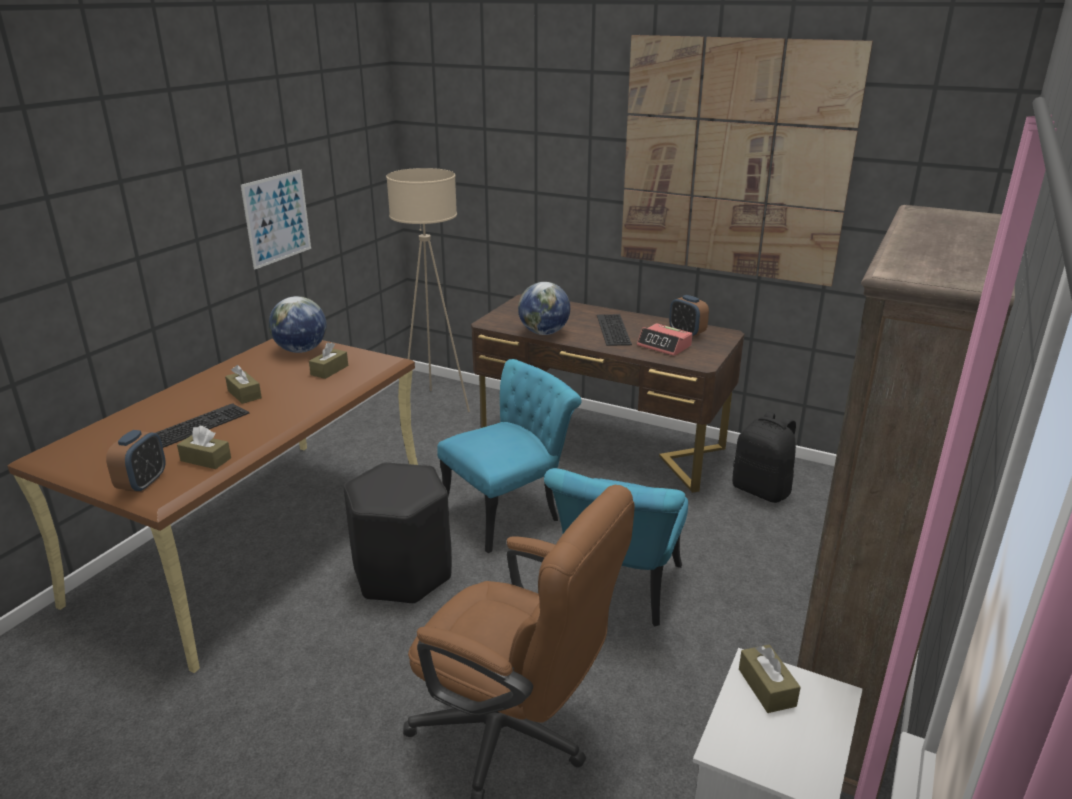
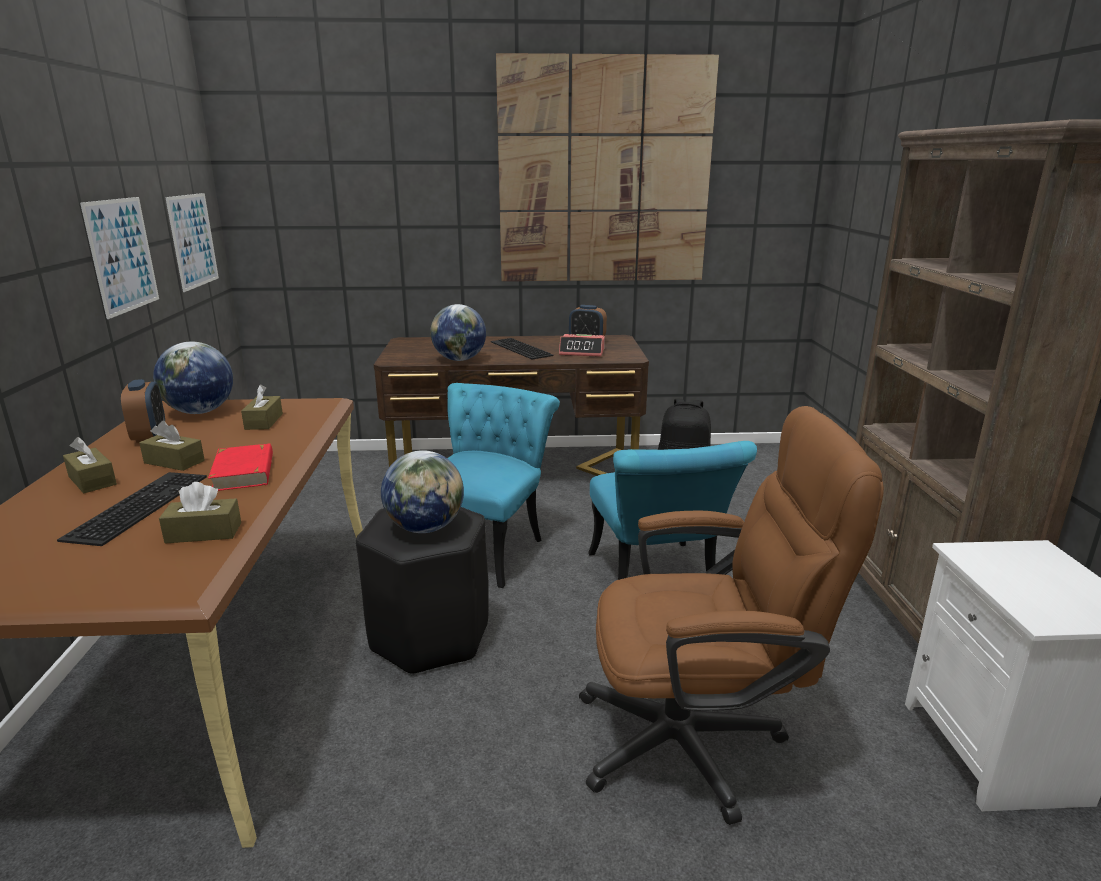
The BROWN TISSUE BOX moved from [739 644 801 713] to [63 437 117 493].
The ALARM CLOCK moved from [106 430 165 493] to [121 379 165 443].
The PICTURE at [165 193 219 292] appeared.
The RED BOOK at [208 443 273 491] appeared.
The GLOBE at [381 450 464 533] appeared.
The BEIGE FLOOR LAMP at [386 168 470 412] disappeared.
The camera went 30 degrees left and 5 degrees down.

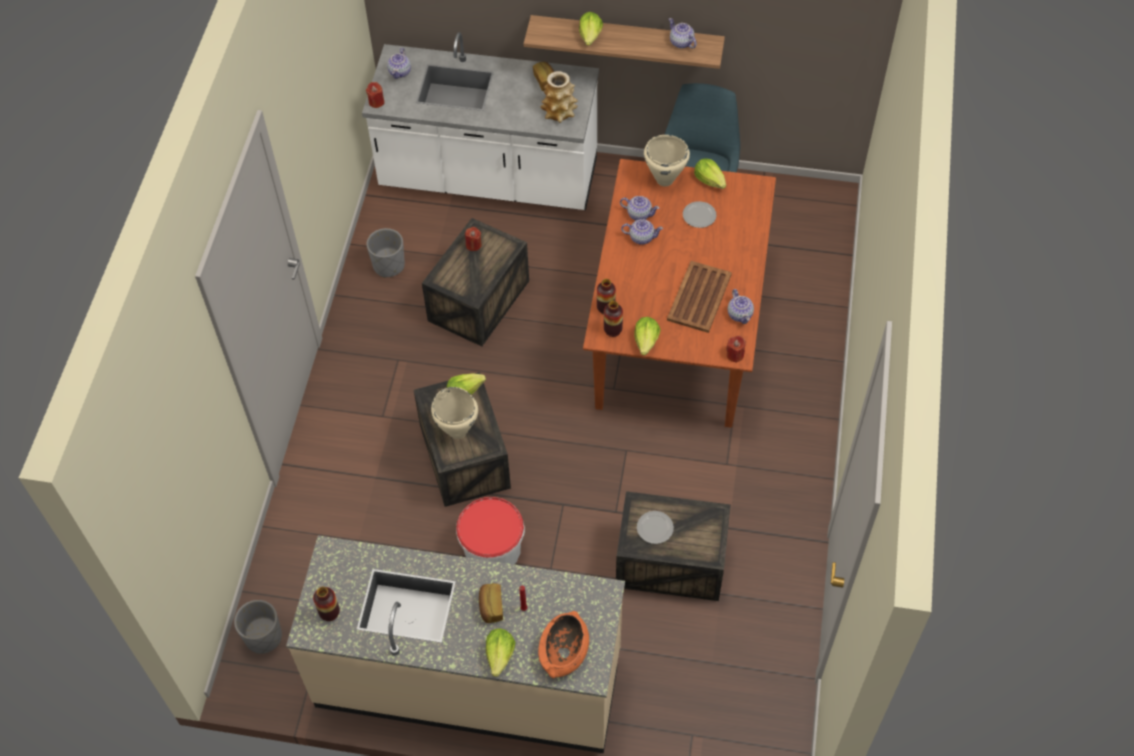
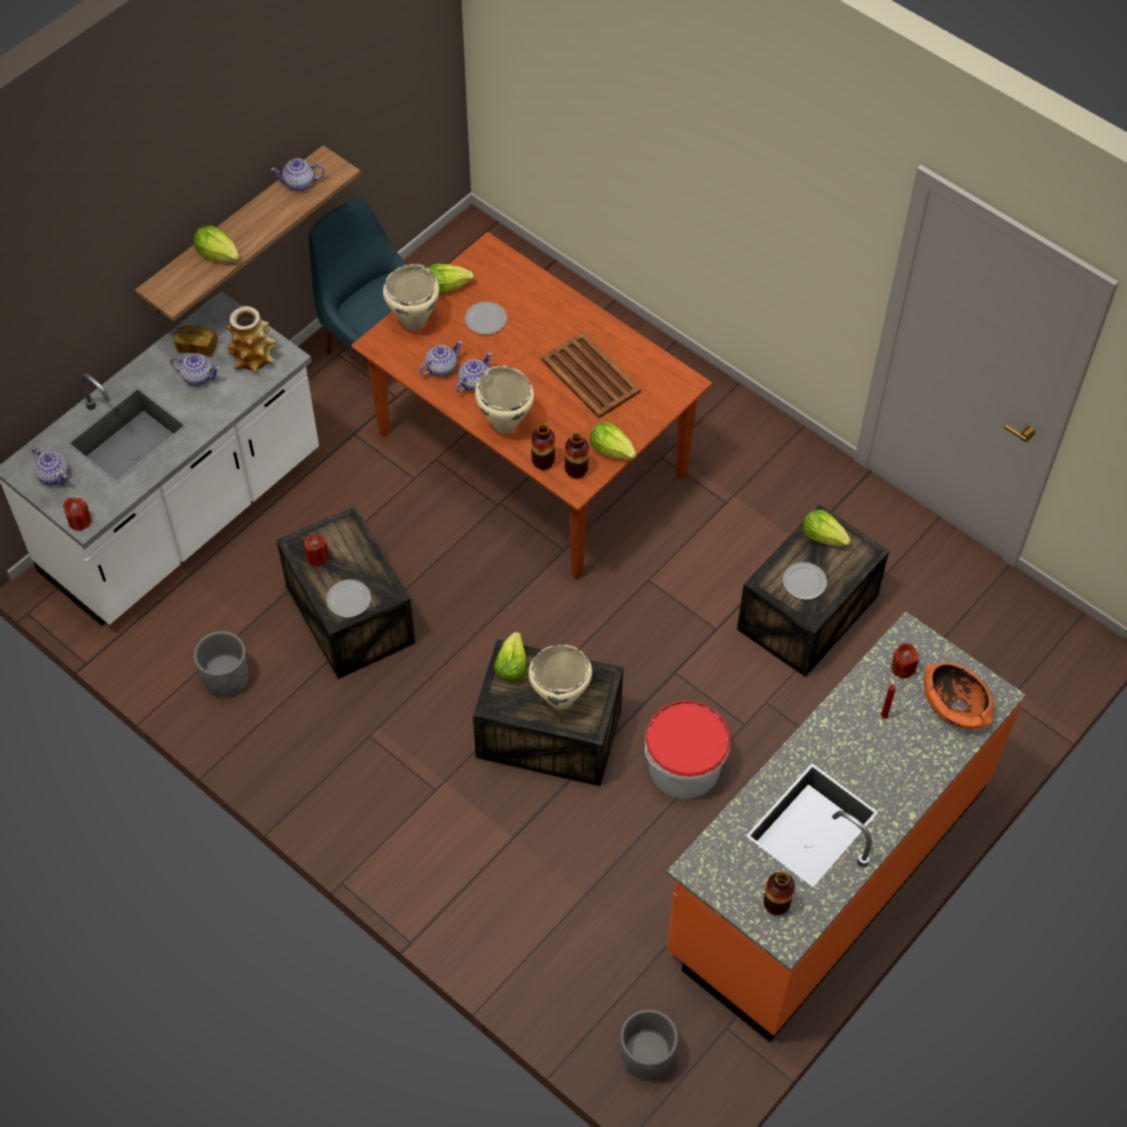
The TEAPOT moved from [728 289 754 324] to [170 354 220 386].
The PLATE at [326 580 371 617] appeared.
The BEIGE COOKING POT at [475 366 534 434] appeared.
The BEIGE COUNTER at [286 536 625 753] became the ORANGE COUNTER at [666 611 1026 1042].
The LETTUCE moved from [486 628 516 677] to [803 510 851 546].
The RED CANDLE moved from [726 336 745 363] to [891 643 919 678].
The BREAD at [479 583 503 623] disappeared.
The camera went 60 degrees left and 0 degrees up.

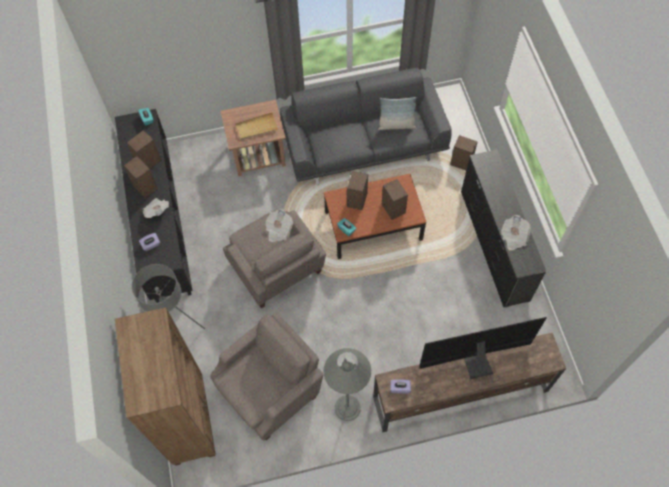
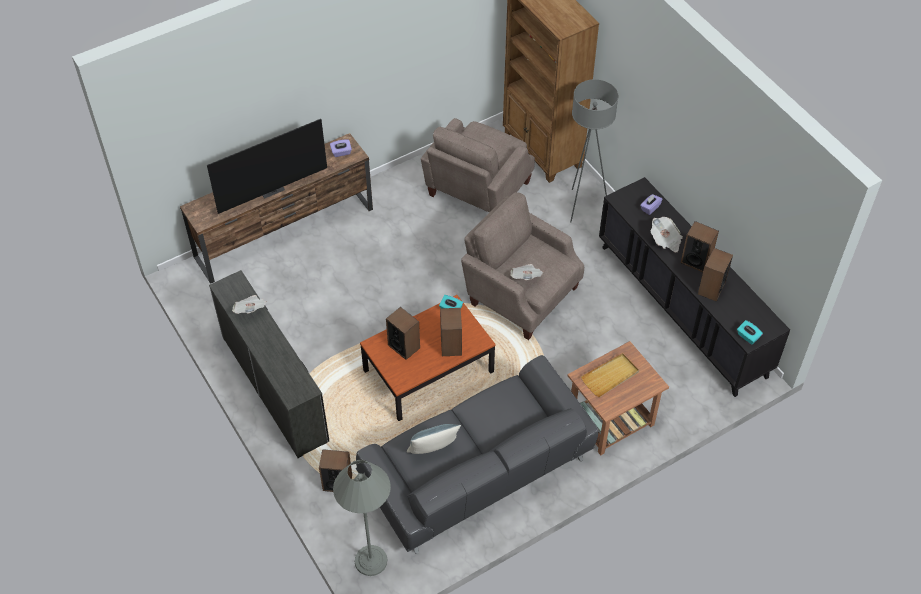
The GREY FLOOR LAMP moved from [324 348 371 421] to [333 460 391 576].
The camera went 160 degrees right and 10 degrees down.

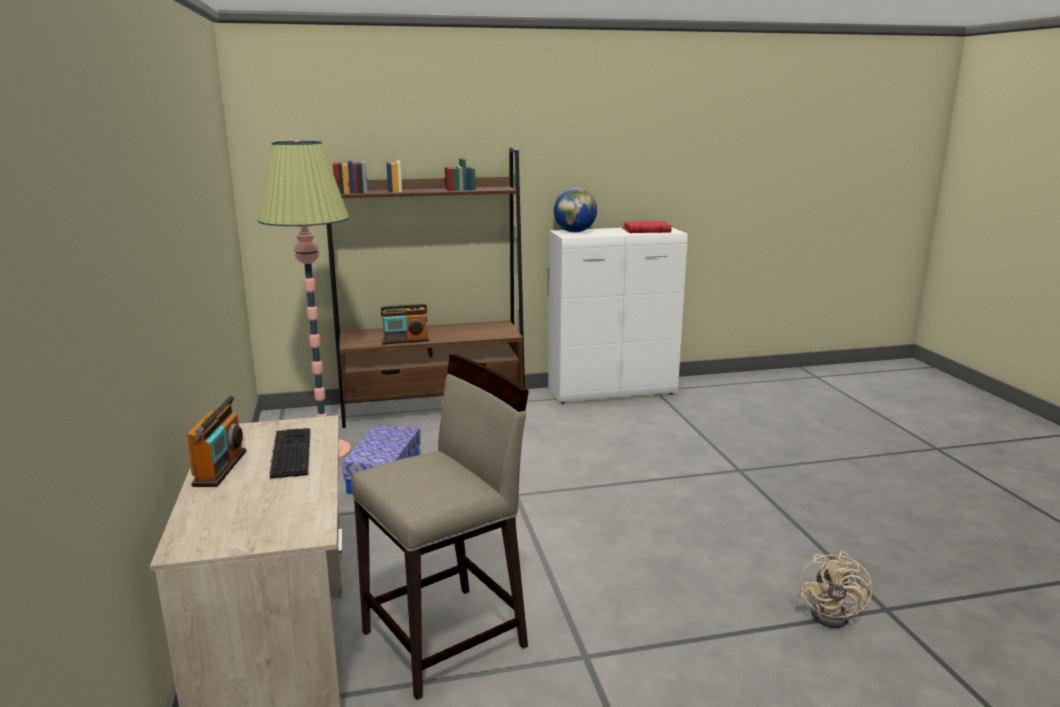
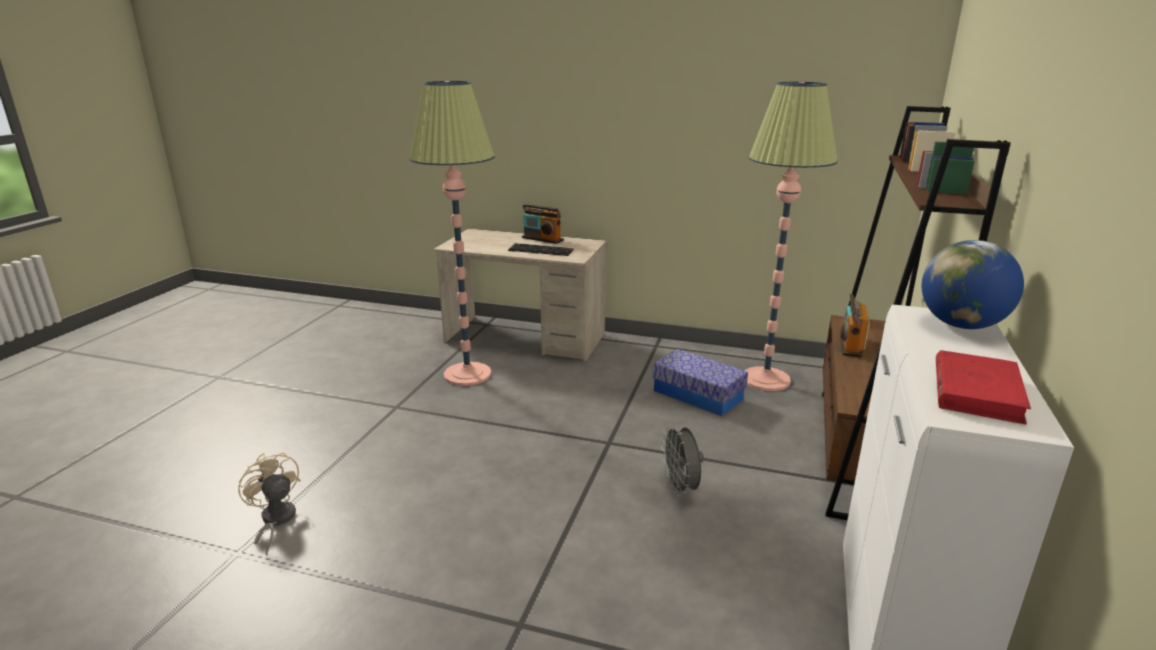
The BEIGE STOOL at [351 354 529 700] was replaced by the FLOOR LAMP at [409 81 495 386].
The GREY FAN at [661 425 704 496] appeared.
The camera went 120 degrees right and 5 degrees up.

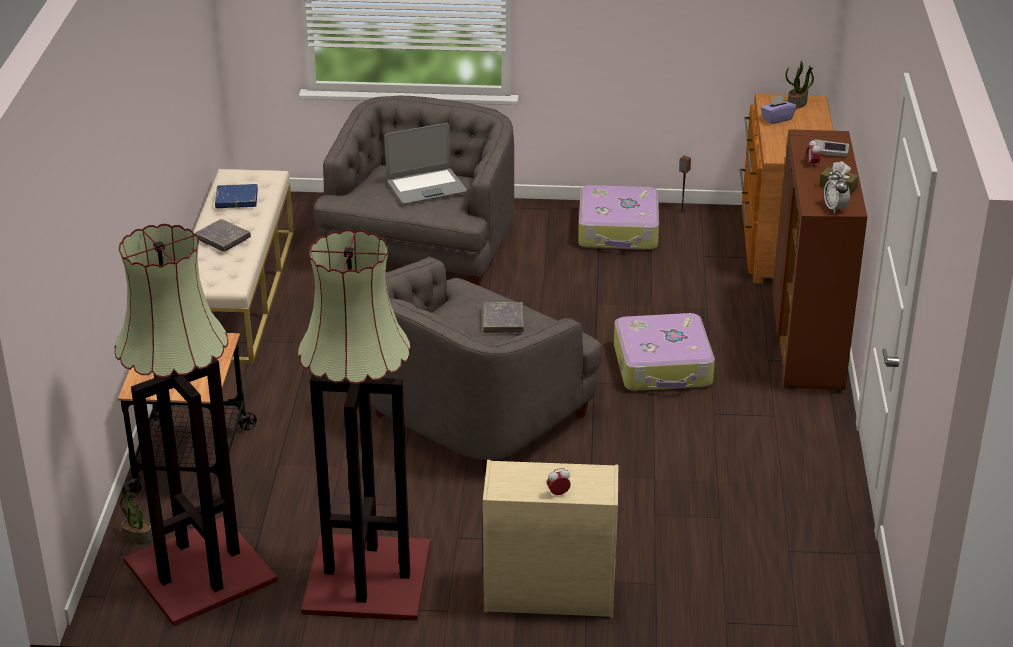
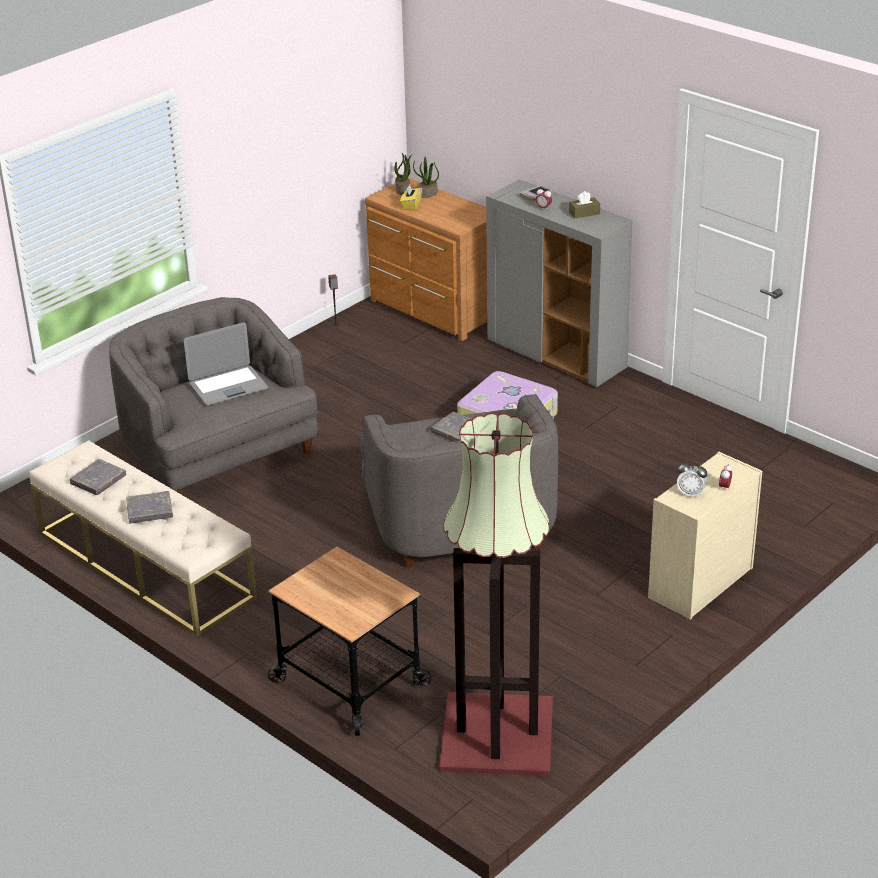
The BLUE BOOK at [215 184 258 208] became the GREY BOOK at [70 459 126 495].
The LAPTOP at [385 123 467 204] turned 45 degrees clockwise.
The PURPLE TISSUE BOX at [761 95 796 124] became the YELLOW TISSUE BOX at [400 185 422 211].
The POTTED PLANT moved from [120 489 153 545] to [413 157 439 198].
The BROWN CABINET at [772 129 867 391] became the GREY CABINET at [486 179 632 387].
The ALARM CLOCK moved from [824 170 850 213] to [677 461 707 498].
The FLOOR LAMP at [298 229 431 621] disappeared.
The SUITCASE at [578 185 659 250] disappeared.
The camera went 50 degrees left and 0 degrees up.

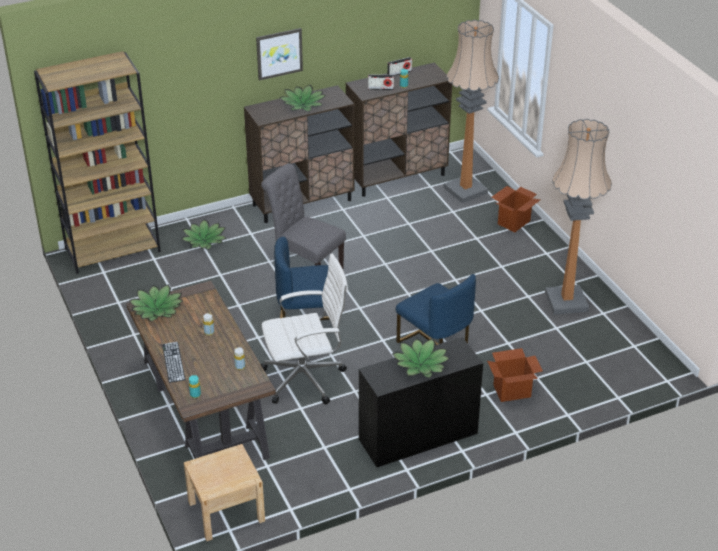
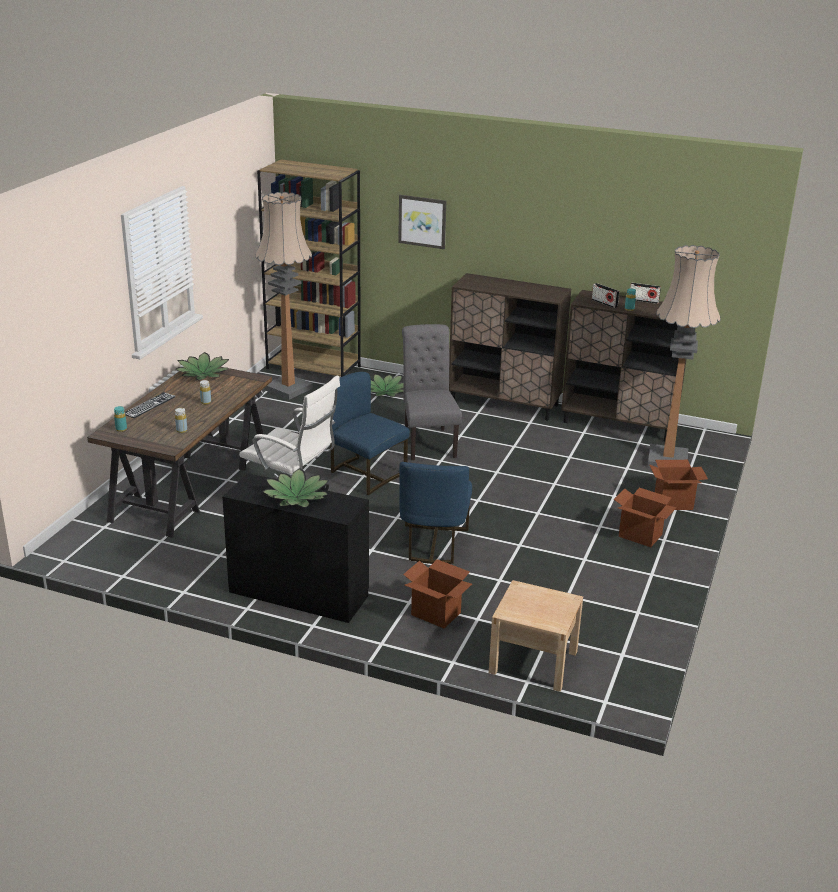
The FLOOR LAMP moved from [545 119 612 315] to [255 192 313 400].
The PICTURE moved from [256 28 303 80] to [398 195 447 249].
The BEIGE NIGHTSTAND moved from [184 444 265 541] to [489 580 583 692].
The CARDBOARD BOX at [614 488 677 547] appeared.
The POTTED PLANT at [280 85 326 112] disappeared.
The camera went 45 degrees right and 10 degrees down.

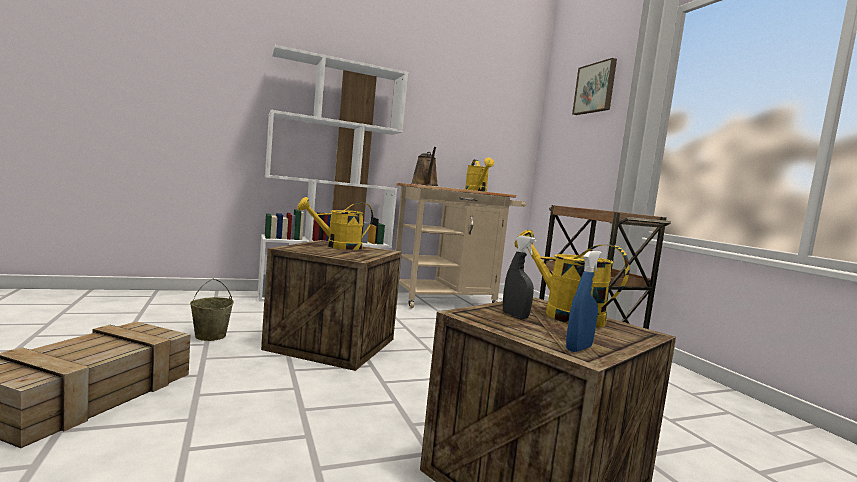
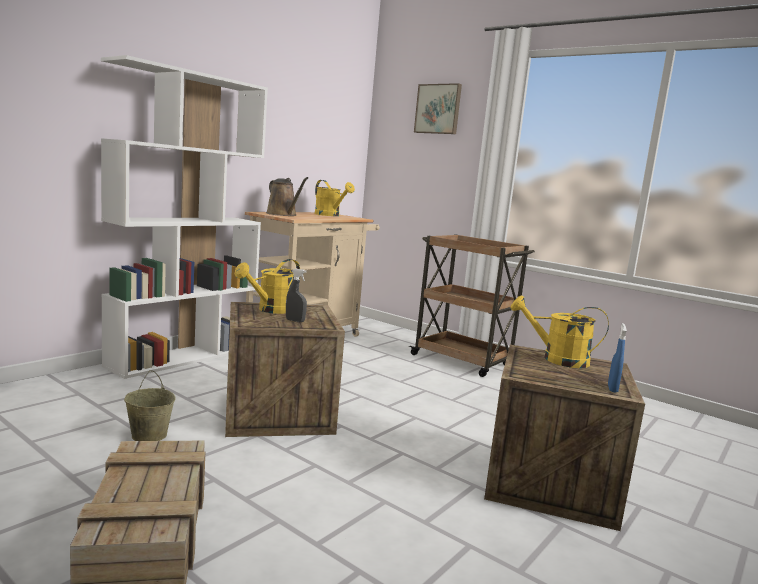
The GREY SPRAY BOTTLE moved from [503 235 537 319] to [286 269 307 322].
The camera went 30 degrees left and 5 degrees up.

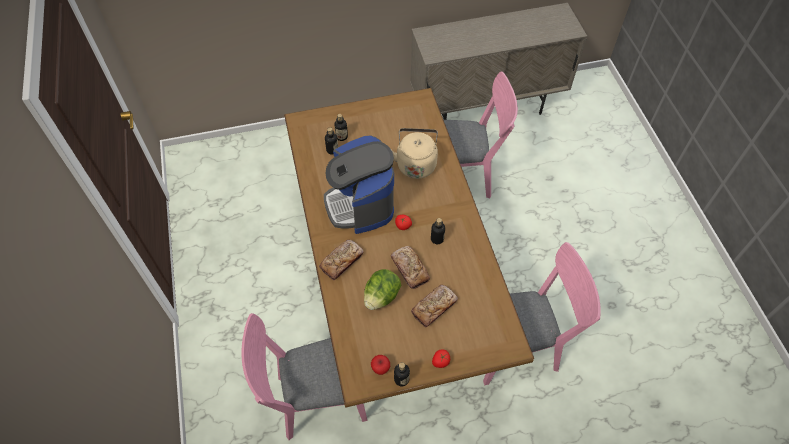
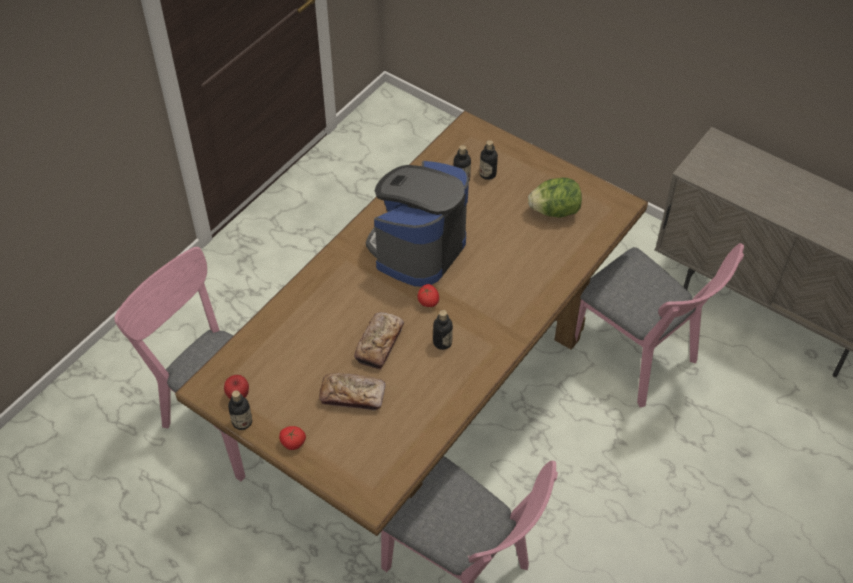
The LETTUCE moved from [364 269 401 310] to [528 177 582 218].
The BREAD at [319 240 364 281] disappeared.
The BEIGE KETTLE at [391 128 438 179] disappeared.
The camera went 50 degrees right and 5 degrees down.

